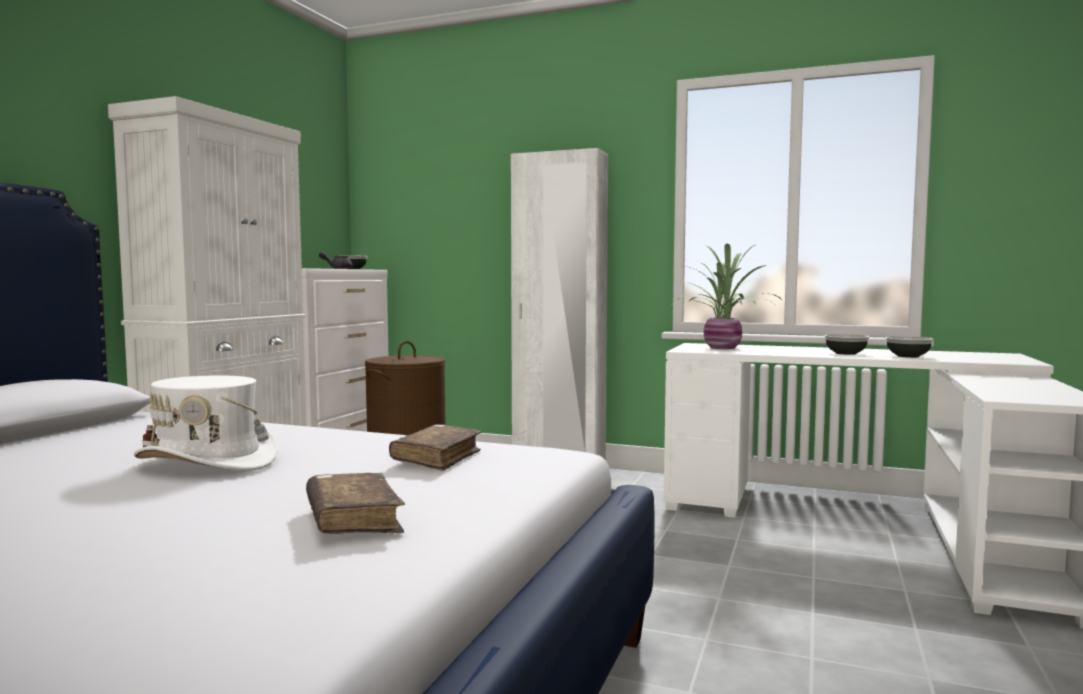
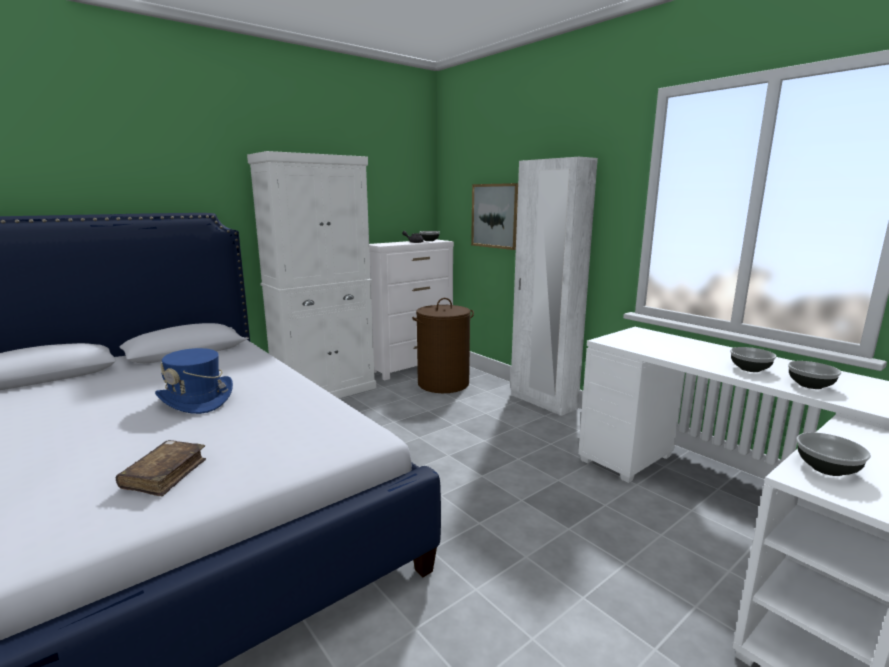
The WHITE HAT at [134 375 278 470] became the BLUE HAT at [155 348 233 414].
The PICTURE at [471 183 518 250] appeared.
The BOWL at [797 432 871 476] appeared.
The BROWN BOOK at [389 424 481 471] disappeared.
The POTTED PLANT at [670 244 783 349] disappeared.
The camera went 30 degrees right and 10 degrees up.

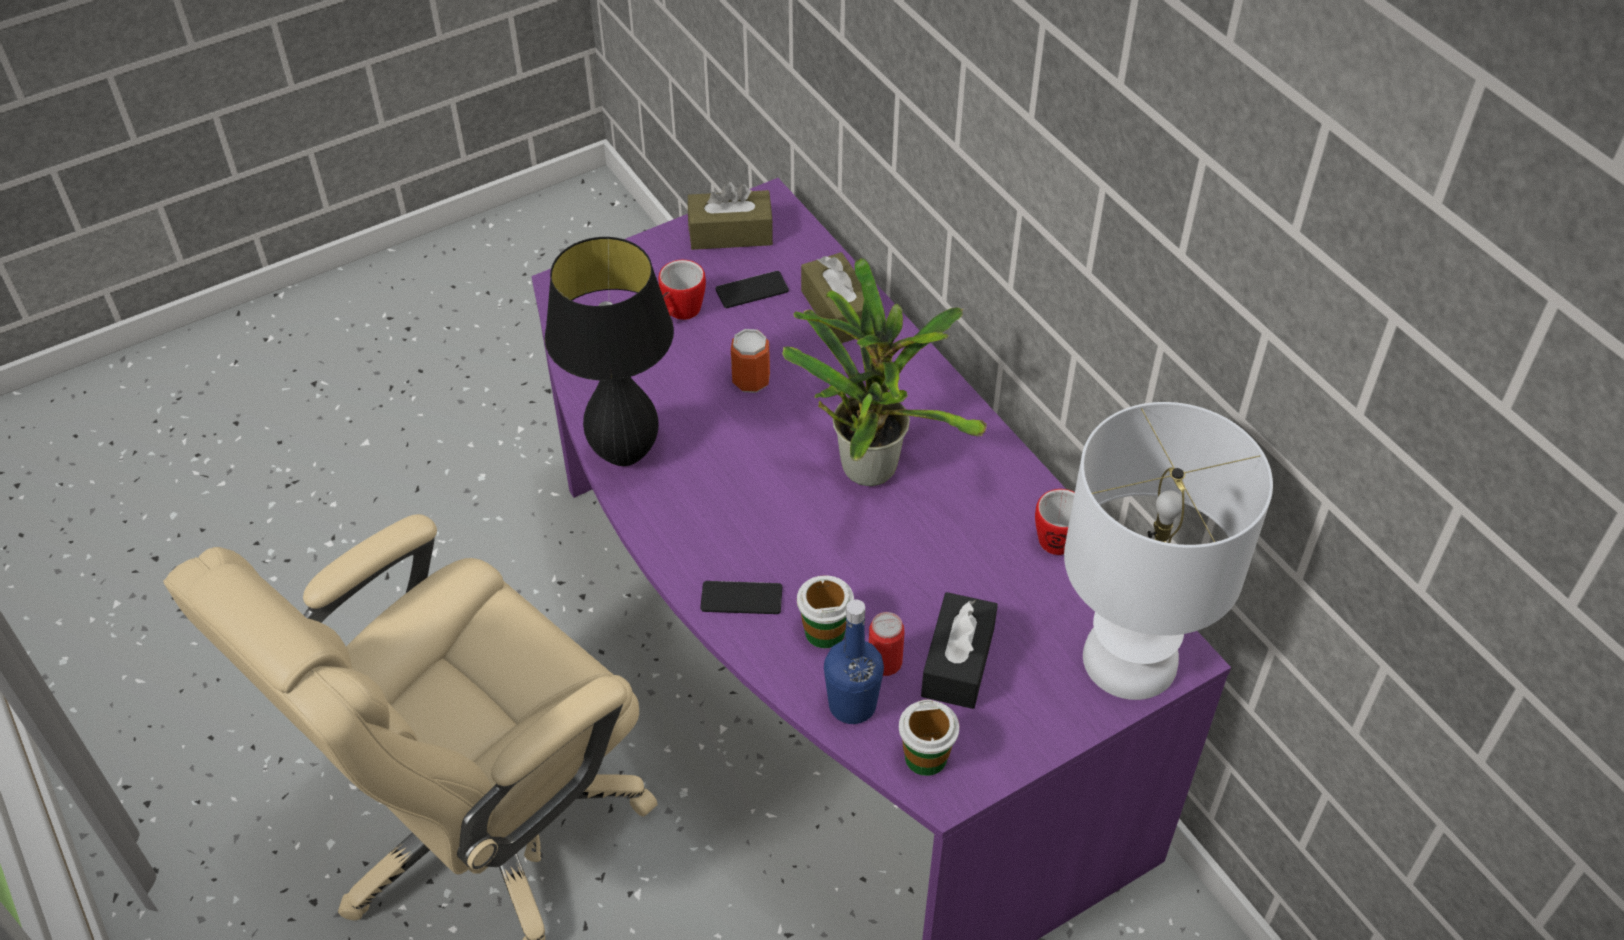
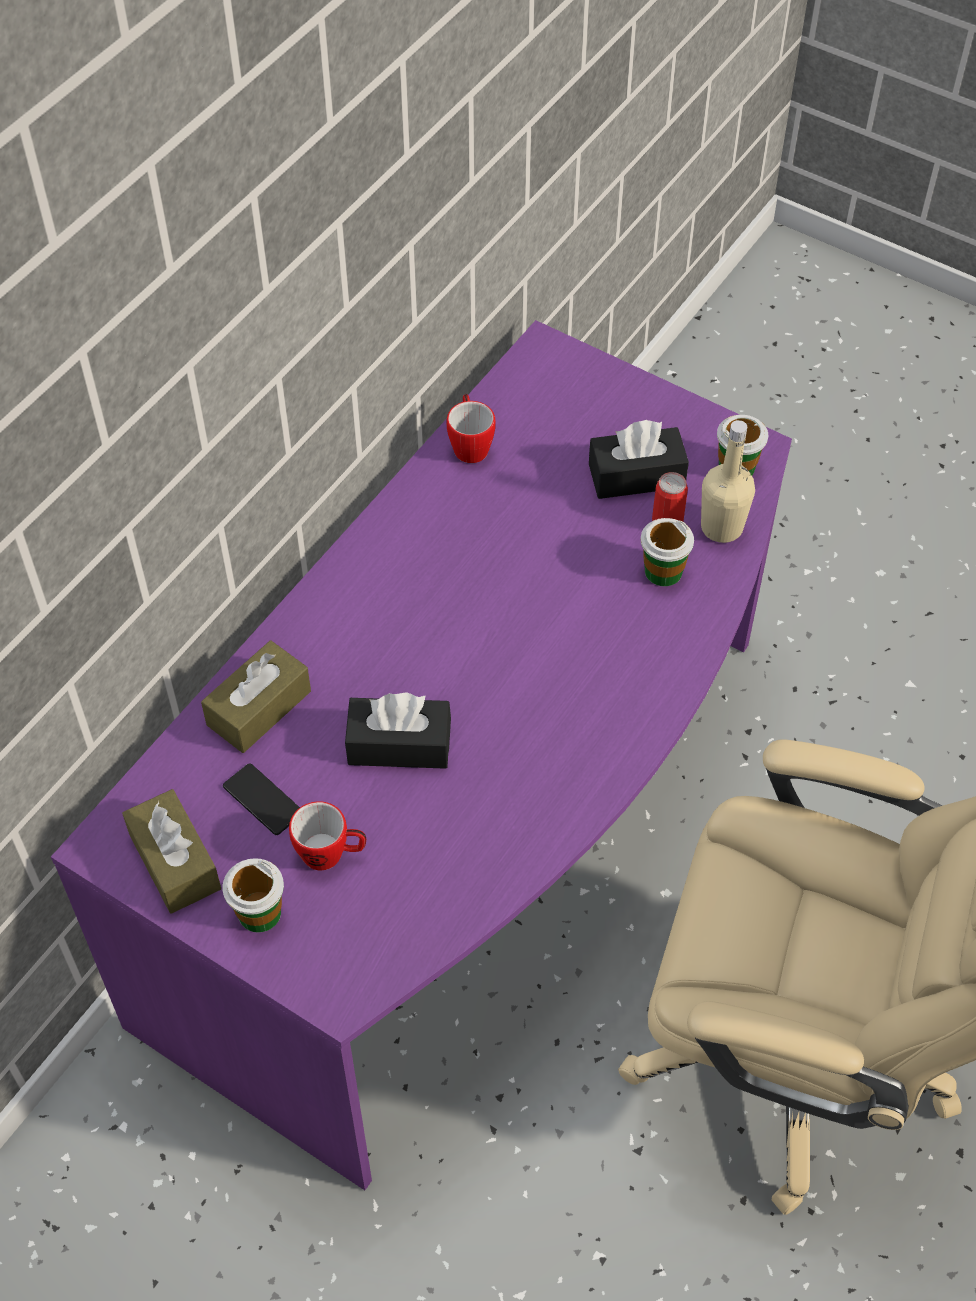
The CUP at [222 858 284 932] appeared.
The CAN at [731 329 770 393] was replaced by the BLACK TISSUE BOX at [345 693 451 769].
The BLUE BOTTLE at [824 599 884 724] became the BEIGE BOTTLE at [701 420 755 543].
The BLACK TABLE LAMP at [545 237 674 466] disappeared.
The PHONE at [700 581 782 614] disappeared.
The POTTED PLANT at [782 258 987 486] disappeared.
The WHITE TABLE LAMP at [1064 402 1273 700] disappeared.
The camera went 115 degrees left and 5 degrees up.

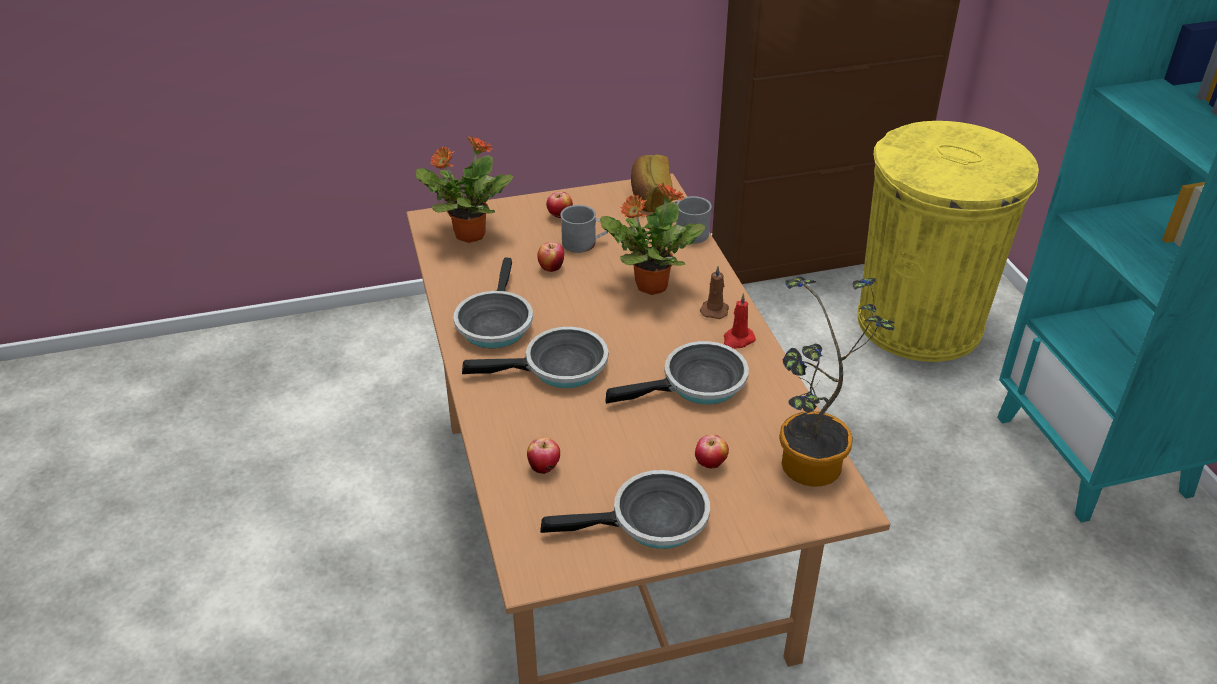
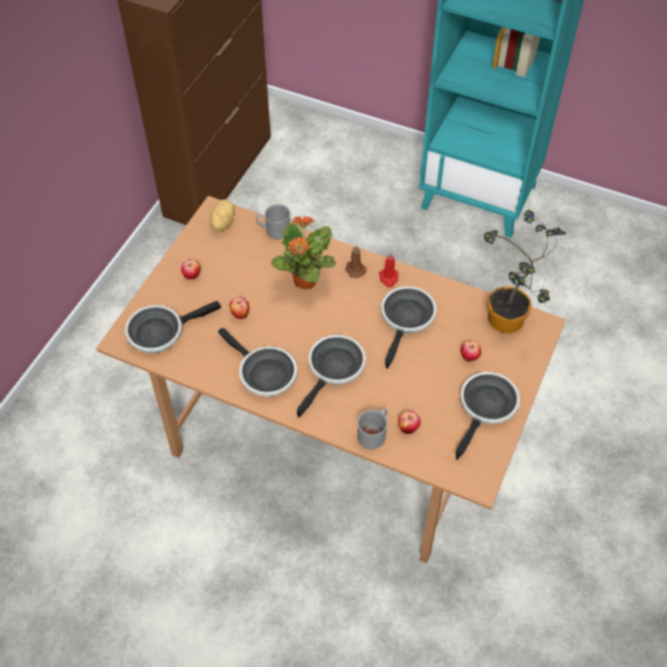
The POTTED PLANT at [415 136 514 243] was replaced by the FRYING PAN at [125 301 221 353].
The BREAD at [631 154 673 212] was replaced by the POTATO at [210 199 235 231].
The GREY MUG moved from [560 205 608 253] to [357 408 388 449].
The YELLOW TRASH CAN at [858 121 1039 362] disappeared.
The camera went 50 degrees left and 15 degrees up.

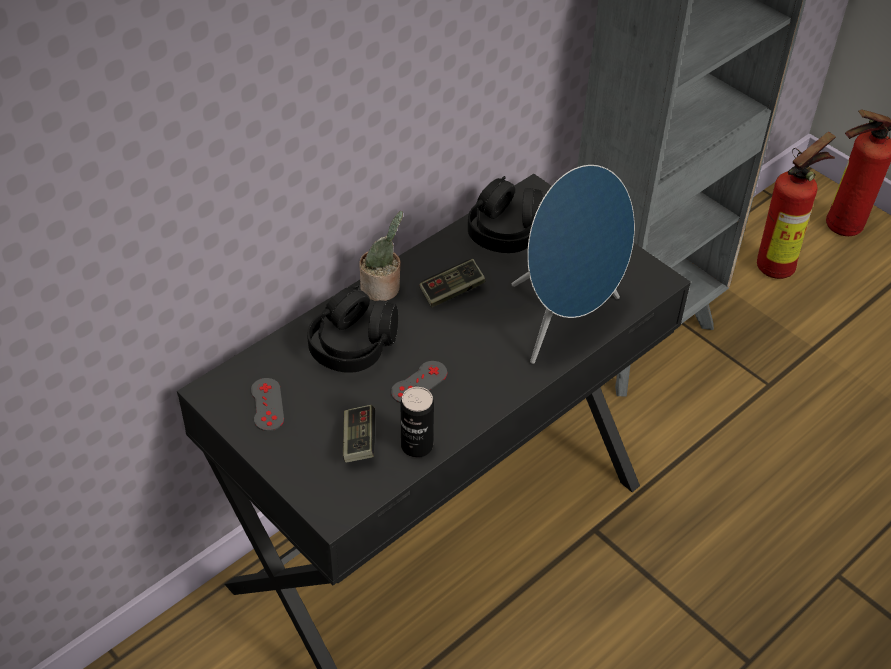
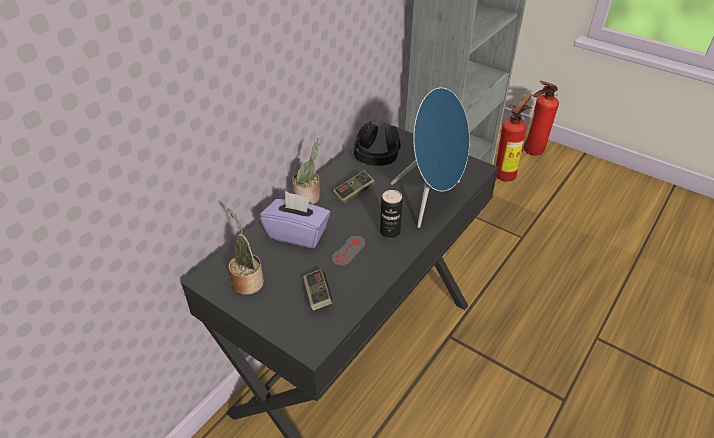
The GREY GAME CONTROLLER at [251 378 284 431] was replaced by the POTTED PLANT at [228 208 264 295].
The BLACK HEADPHONES at [307 285 398 373] was replaced by the PURPLE TISSUE BOX at [260 191 330 248].
The CAN moved from [401 387 434 458] to [380 190 403 238].
The camera went 10 degrees left and 5 degrees down.

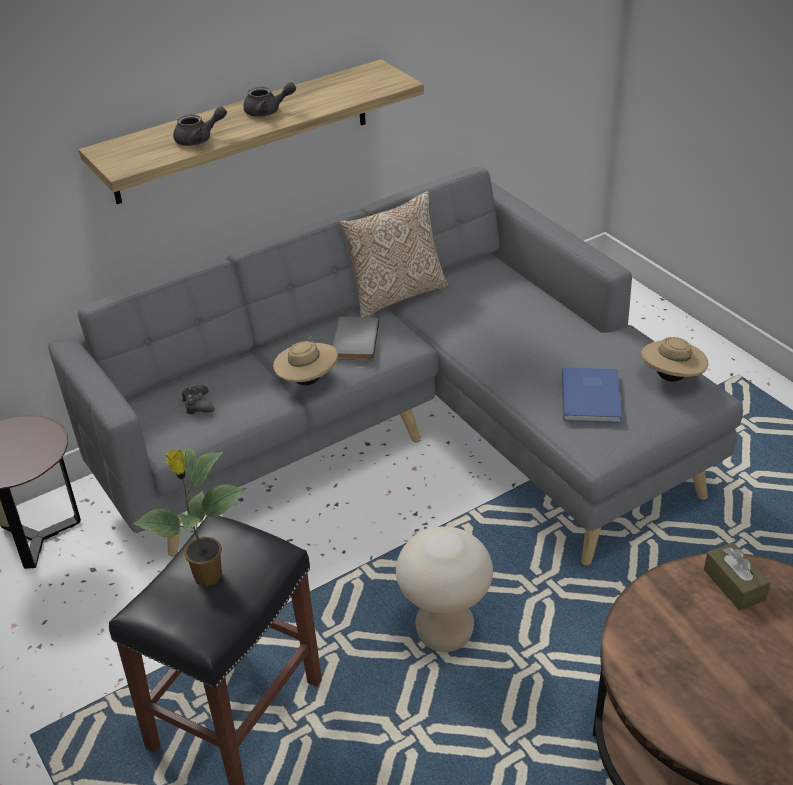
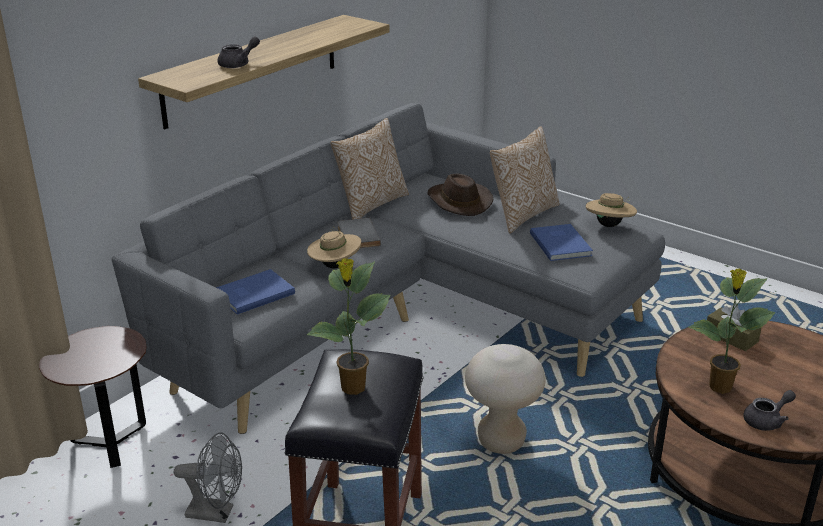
The GREY FAN at [174 432 242 523] appeared.
The BLACK GAME CONTROLLER at [182 385 215 415] was replaced by the BLUE BOOK at [216 269 295 315].
The BROWN HAT at [427 173 493 216] appeared.
The PILLOW at [490 126 560 234] appeared.
The POTTED PLANT at [688 268 776 393] appeared.
The GREY TEAPOT moved from [243 82 296 117] to [743 390 796 431].
The camera went 20 degrees left and 10 degrees down.

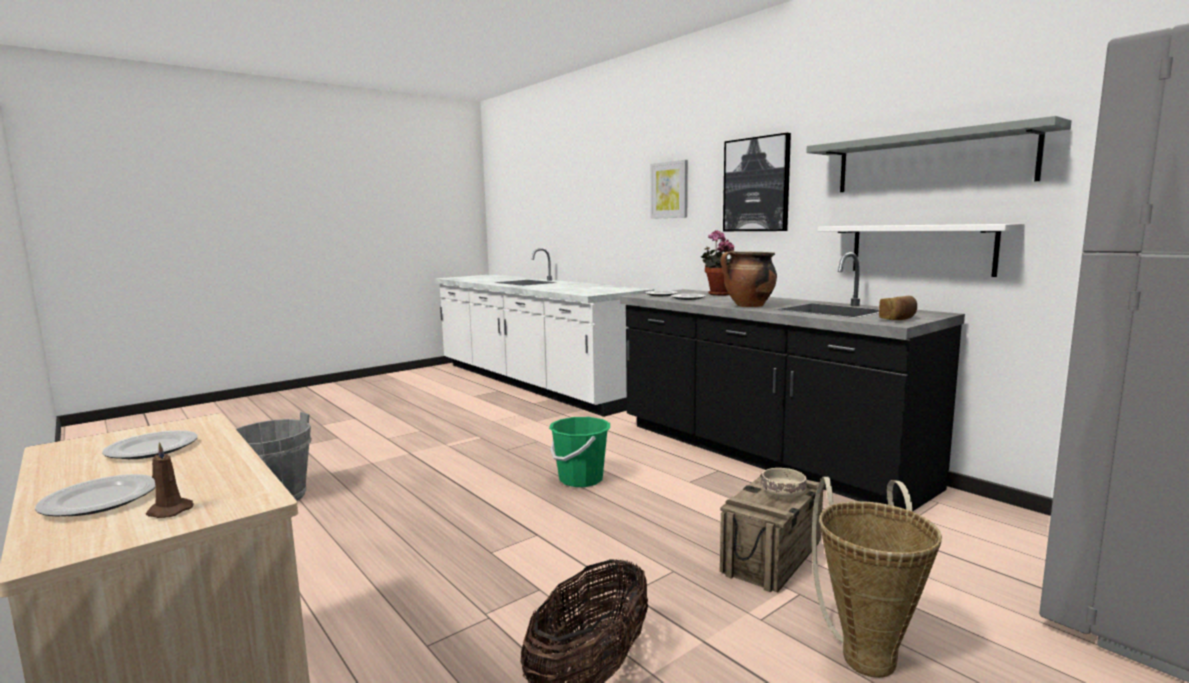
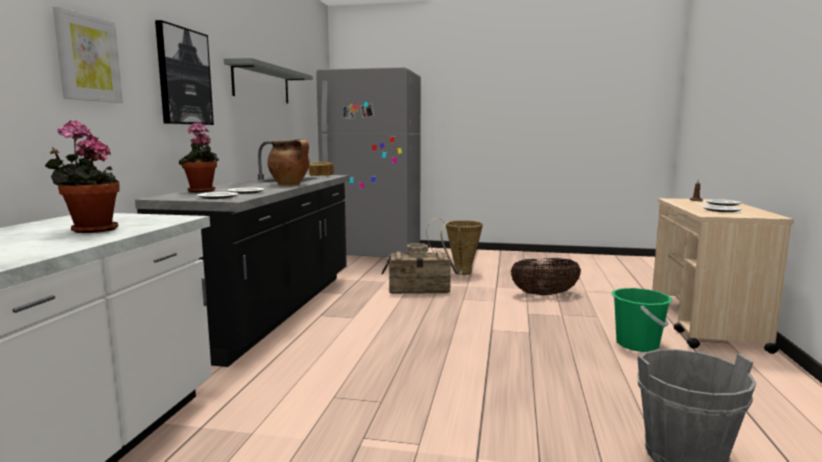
The POTTED PLANT at [45 120 119 233] appeared.
The GREEN BUCKET moved from [549 417 610 487] to [612 288 672 352].
The WHITE SHELF at [818 224 1025 277] disappeared.
The camera went 130 degrees left and 0 degrees up.

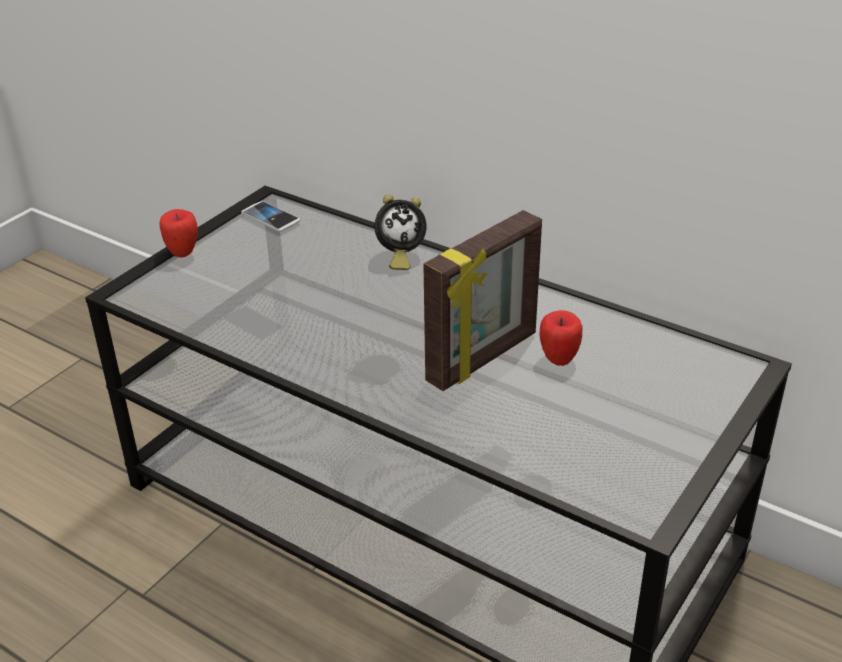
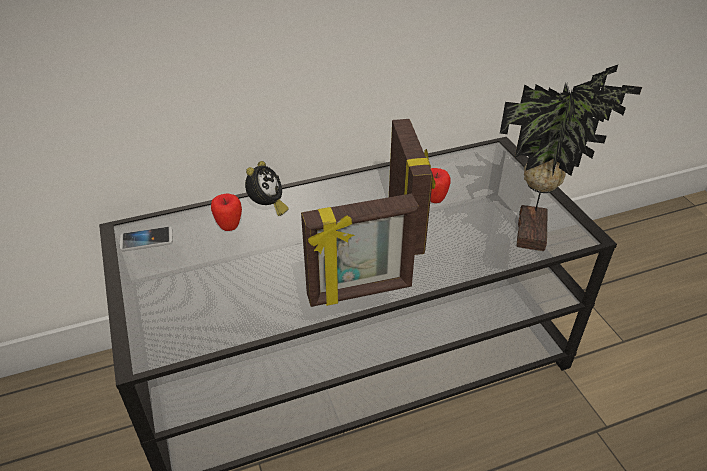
The APPLE moved from [159 209 198 257] to [211 193 242 231].
The PICTURE FRAME at [301 194 419 307] appeared.
The POTTED PLANT at [500 65 642 251] appeared.
The camera went 55 degrees left and 5 degrees up.

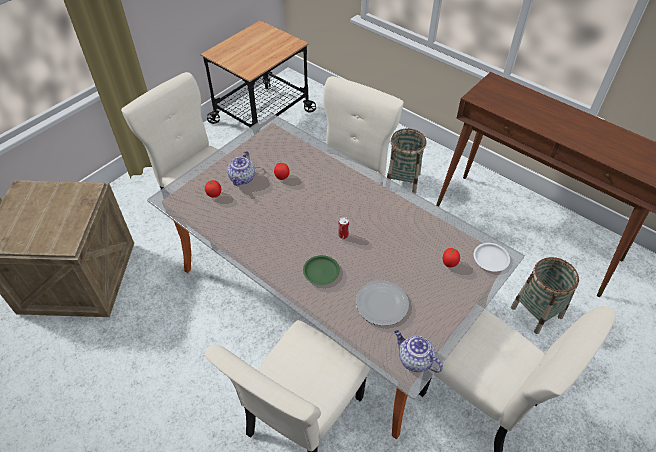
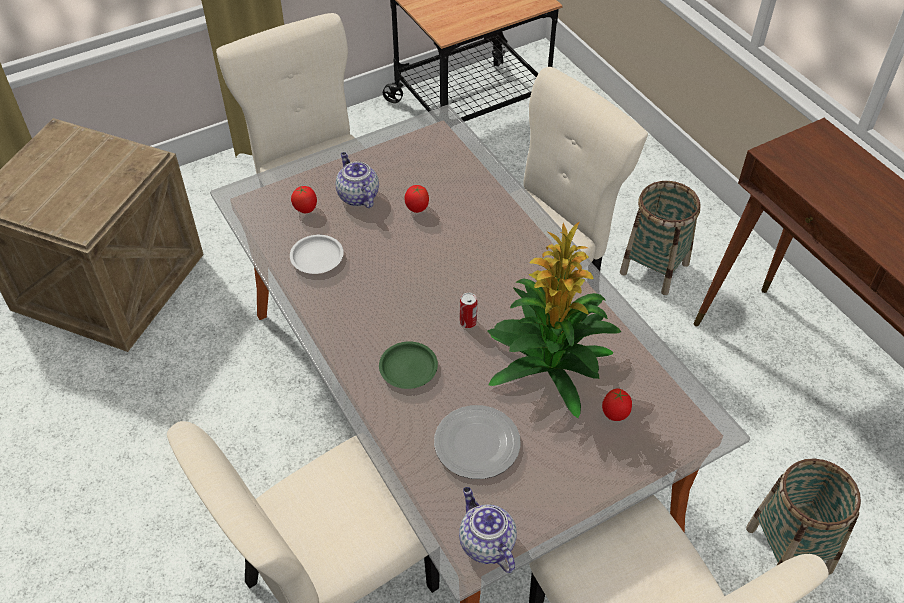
The WHITE PLATE moved from [474 243 510 272] to [290 235 344 274].
The TEAPOT at [227 151 255 186] turned 120 degrees clockwise.
The POTTED PLANT at [487 222 621 418] appeared.
The camera went 20 degrees right and 0 degrees up.

